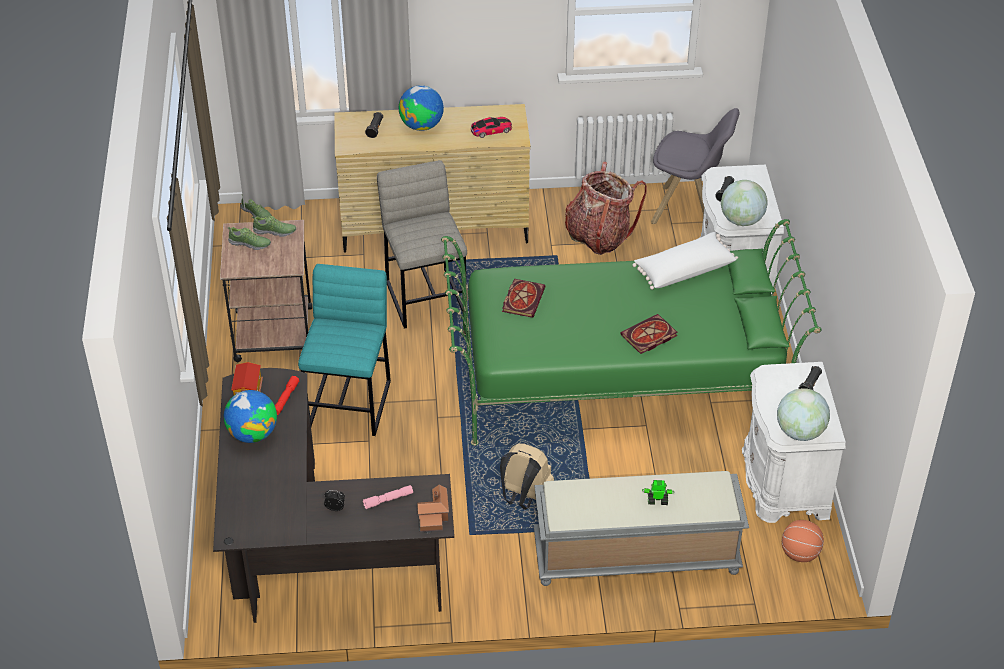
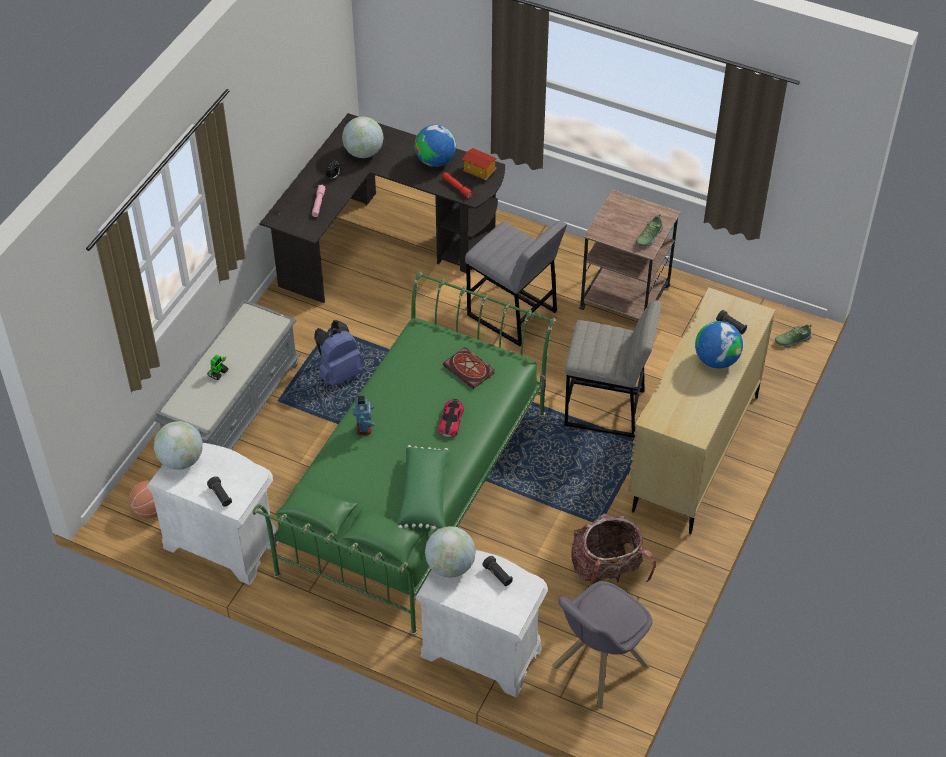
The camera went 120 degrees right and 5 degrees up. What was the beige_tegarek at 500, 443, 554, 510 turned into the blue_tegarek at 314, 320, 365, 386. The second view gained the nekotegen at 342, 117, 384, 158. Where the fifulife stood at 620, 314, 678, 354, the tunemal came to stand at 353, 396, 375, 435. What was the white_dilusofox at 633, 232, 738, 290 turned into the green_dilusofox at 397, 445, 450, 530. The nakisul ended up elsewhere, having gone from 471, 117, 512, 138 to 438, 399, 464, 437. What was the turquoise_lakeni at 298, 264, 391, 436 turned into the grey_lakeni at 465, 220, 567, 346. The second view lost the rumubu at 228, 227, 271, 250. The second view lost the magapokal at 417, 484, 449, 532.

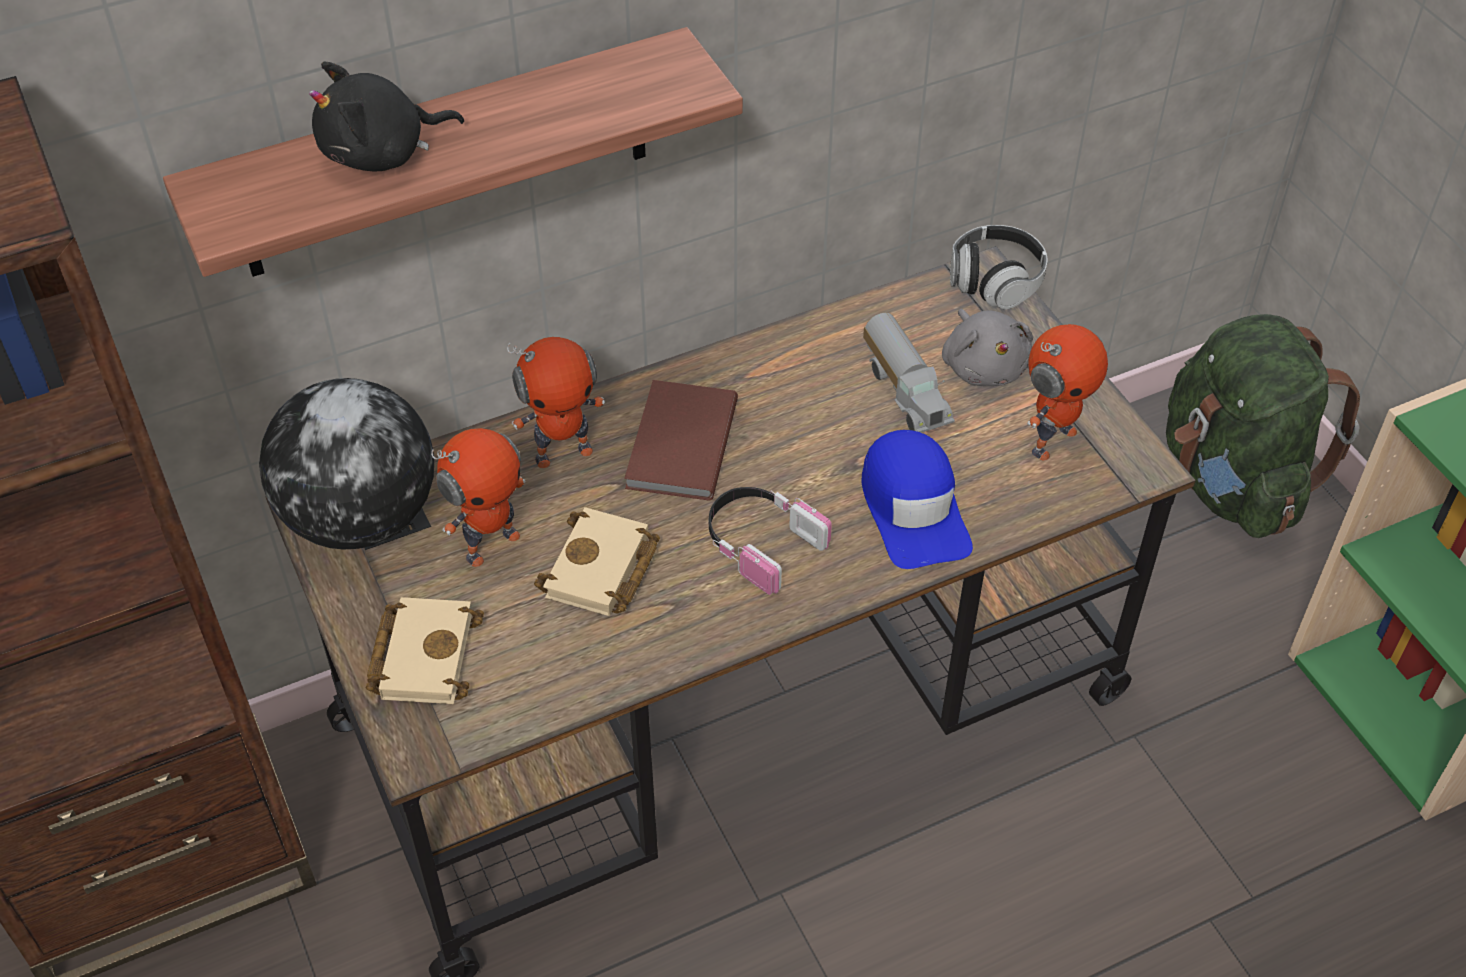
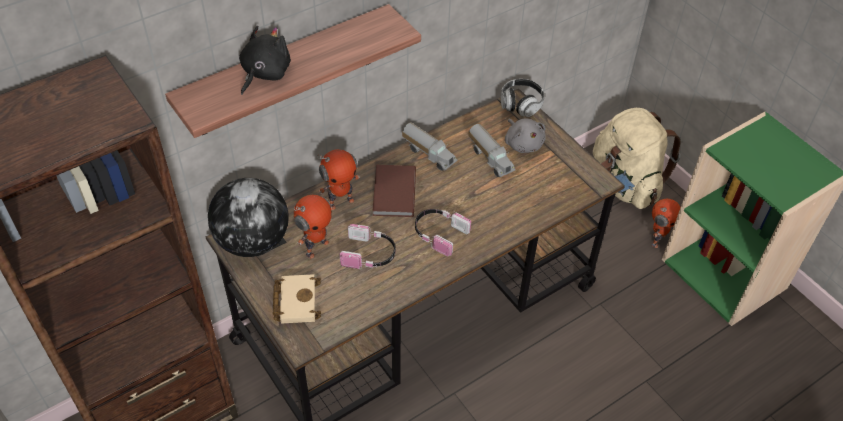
The camera went 10 degrees left and 0 degrees up. The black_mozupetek at 309, 62, 464, 172 ended up facing another way, 150 degrees clockwise from before. Where the beige_fifulife stood at 534, 507, 660, 616, the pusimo came to stand at 339, 224, 395, 269. The second view gained the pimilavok at 402, 122, 458, 171. What was the green_tegarek at 1166, 314, 1360, 538 turned into the beige_tegarek at 593, 108, 681, 209. The tunemal ended up elsewhere, having gone from 1027, 324, 1108, 461 to 651, 199, 681, 248. The second view lost the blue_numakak at 861, 430, 973, 569.

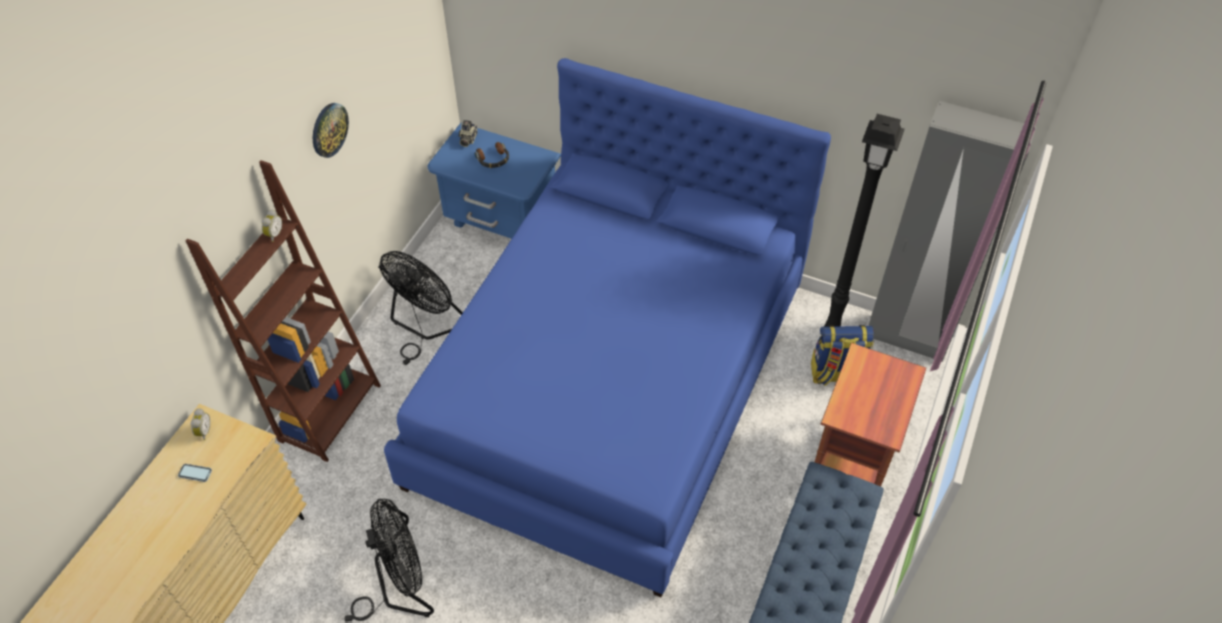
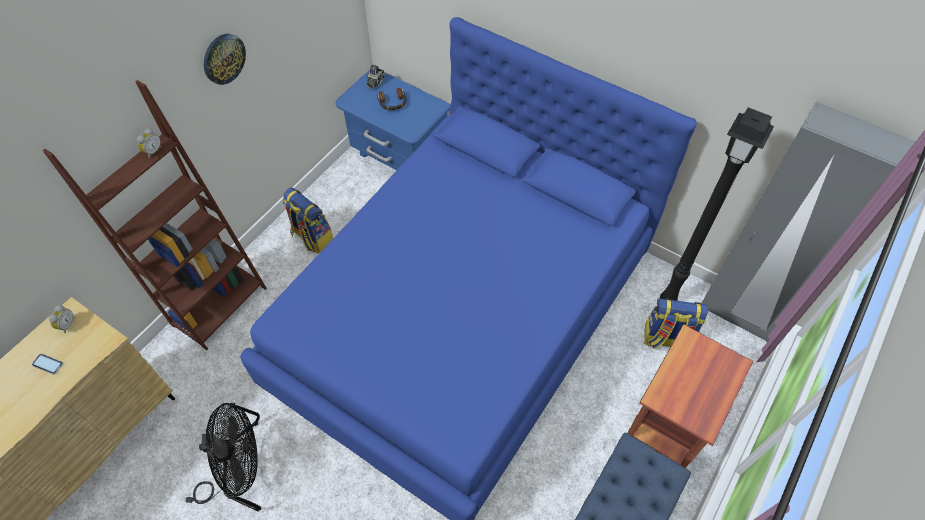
The camera went 10 degrees right and 5 degrees up. Where the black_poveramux stood at 378, 251, 463, 365, the tegarek came to stand at 283, 188, 333, 254.

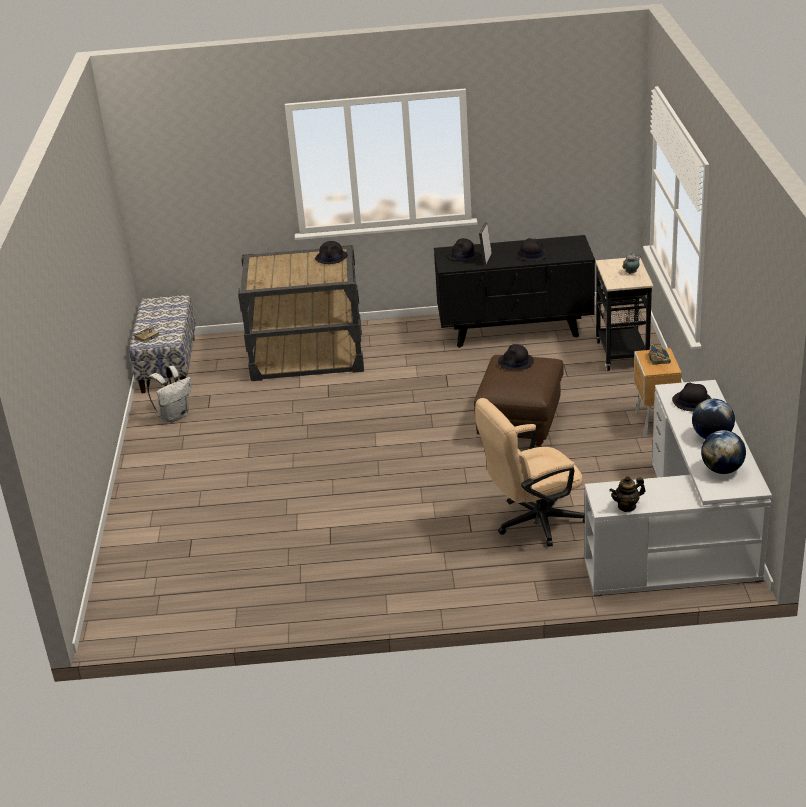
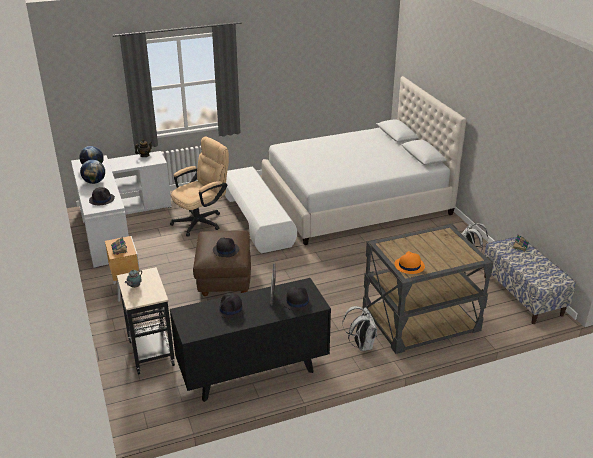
The camera went 160 degrees right and 0 degrees up. The second view gained the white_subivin at 225, 167, 297, 253. The second view gained the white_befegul at 262, 76, 466, 245. The second view gained the white_tegarek at 342, 306, 377, 351. What was the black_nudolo at 315, 241, 348, 264 turned into the orange_nudolo at 395, 251, 425, 274.

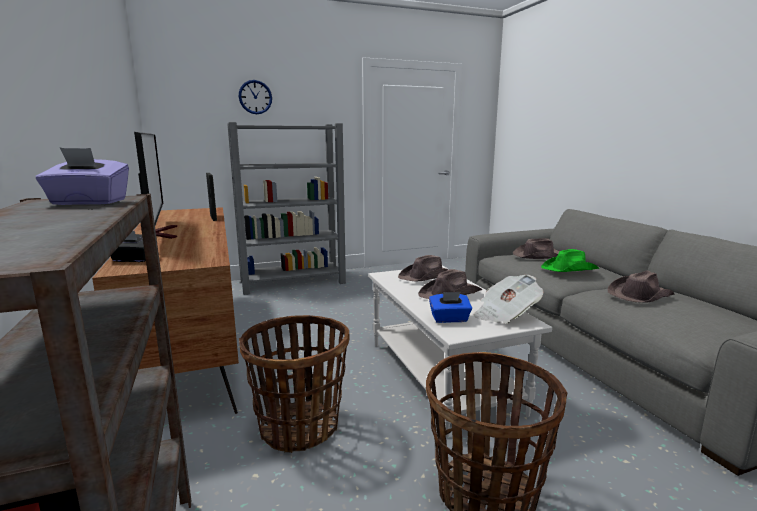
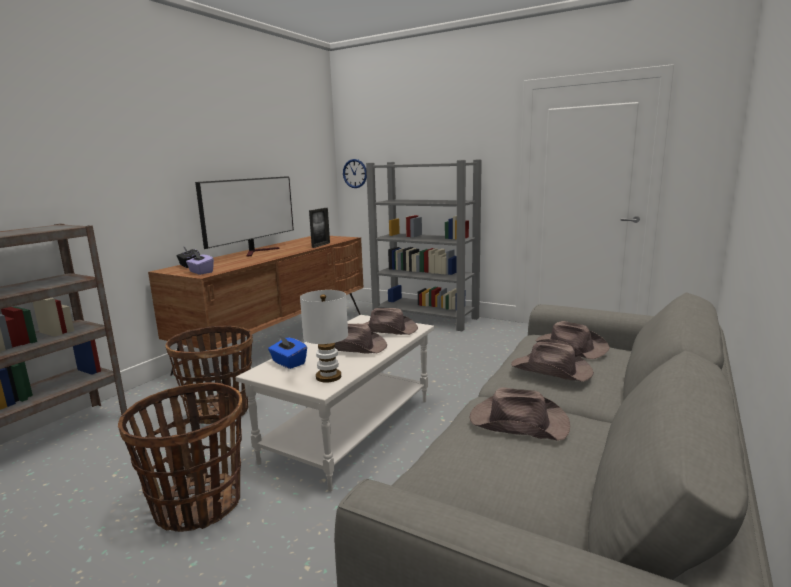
The camera went 50 degrees right and 0 degrees up. The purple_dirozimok ended up elsewhere, having gone from 36, 147, 129, 205 to 186, 251, 214, 275. Where the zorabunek stood at 474, 275, 543, 324, the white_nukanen came to stand at 300, 290, 348, 382. The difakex ended up elsewhere, having gone from 239, 80, 272, 114 to 343, 159, 367, 188. What was the green_nudolo at 541, 249, 599, 272 turned into the brown_nudolo at 511, 342, 594, 382.

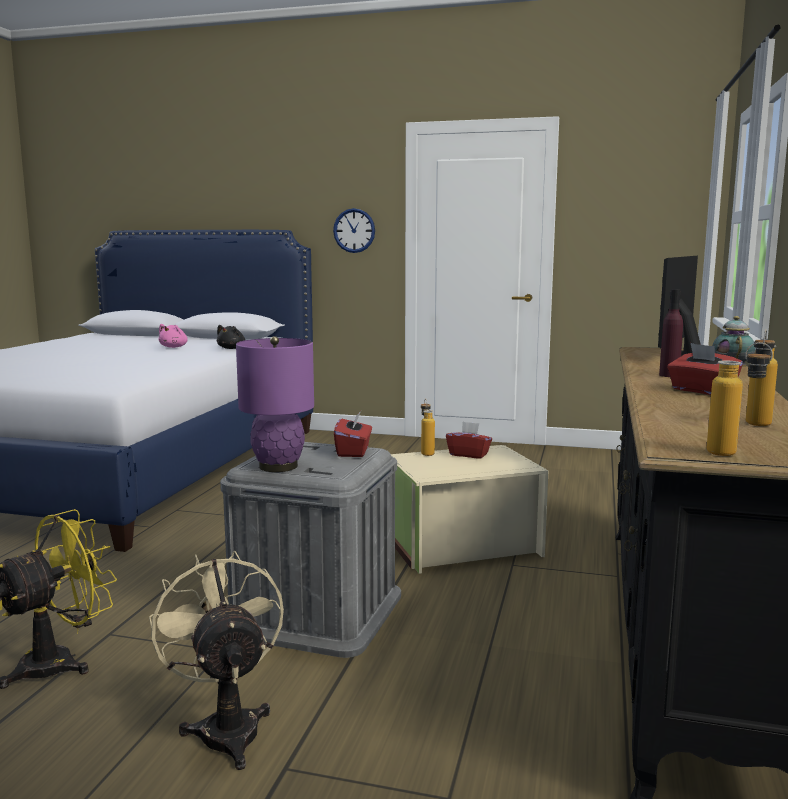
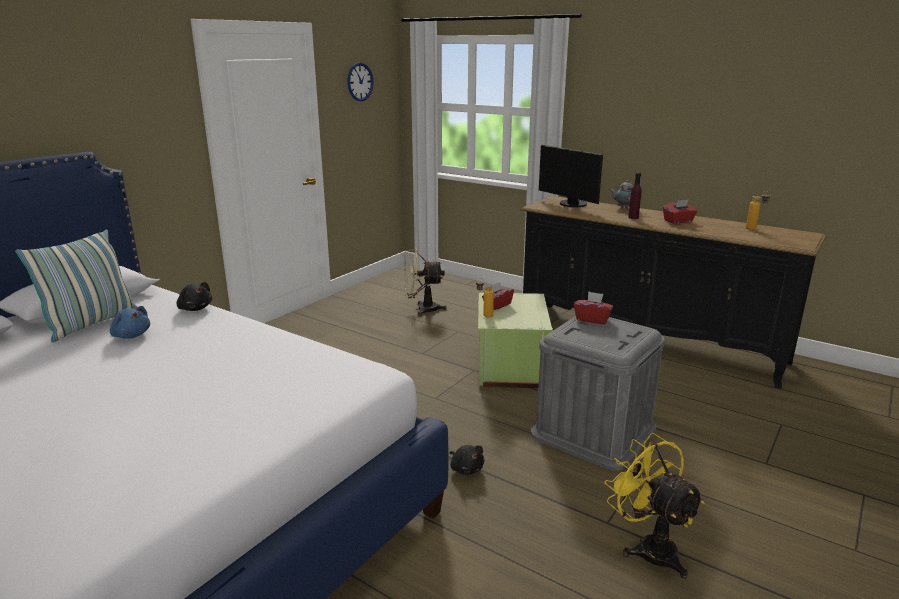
The camera went 70 degrees left and 10 degrees up. The second view gained the dilusofox at 15, 230, 138, 342. What was the pink_mozupetek at 159, 324, 188, 348 turned into the blue_mozupetek at 110, 306, 150, 339. The difakex ended up elsewhere, having gone from 333, 208, 375, 253 to 347, 62, 374, 101. The beige_poveramux ended up elsewhere, having gone from 149, 551, 284, 770 to 405, 249, 447, 316. The second view gained the black_mozupetek at 449, 445, 484, 475. What was the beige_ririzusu at 391, 445, 548, 574 turned into the green_ririzusu at 478, 293, 553, 388. The second view lost the purple_nukanen at 236, 336, 314, 472. The second view lost the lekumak at 707, 342, 773, 456.

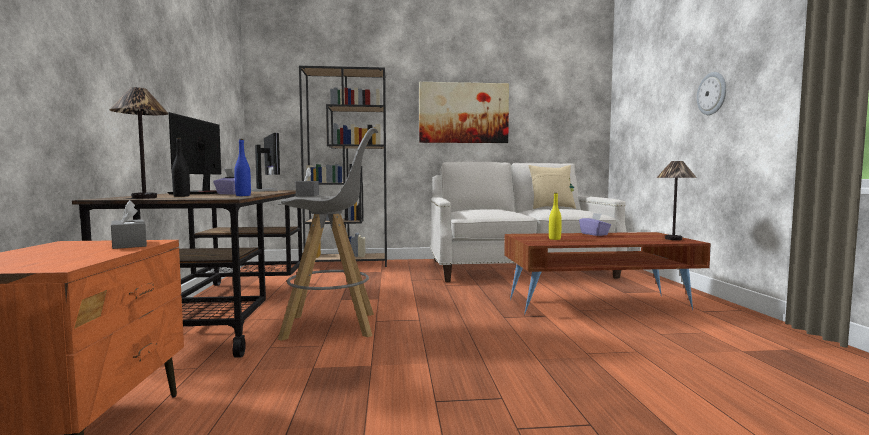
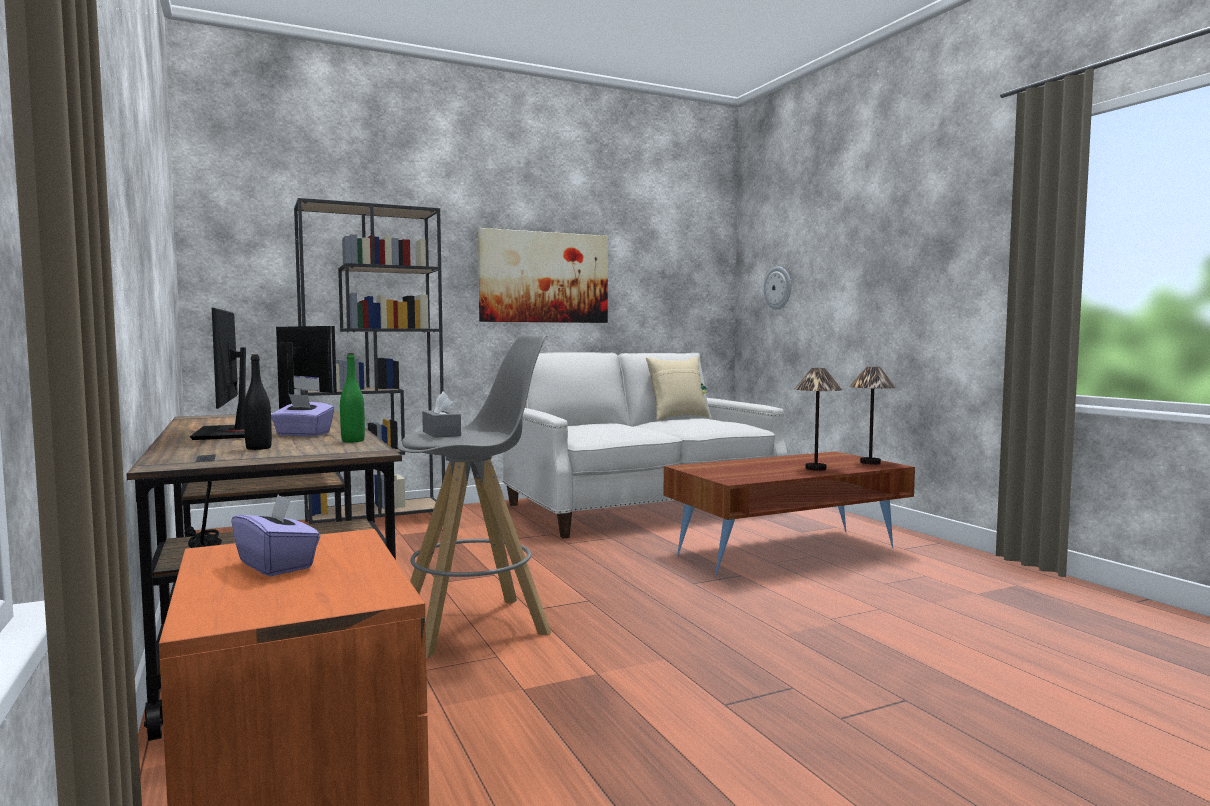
The camera went 20 degrees left and 0 degrees up. The purple_dirozimok ended up elsewhere, having gone from 579, 213, 611, 236 to 231, 494, 320, 577. What was the blue_lekumak at 234, 139, 251, 196 turned into the green_lekumak at 340, 353, 365, 443. The difakex ended up elsewhere, having gone from 697, 72, 726, 115 to 764, 266, 791, 310. The nukanen ended up elsewhere, having gone from 109, 87, 169, 199 to 795, 368, 842, 471. The second view lost the grey_dirozimok at 111, 200, 147, 249. The second view lost the yellow_lekumak at 549, 193, 562, 240.

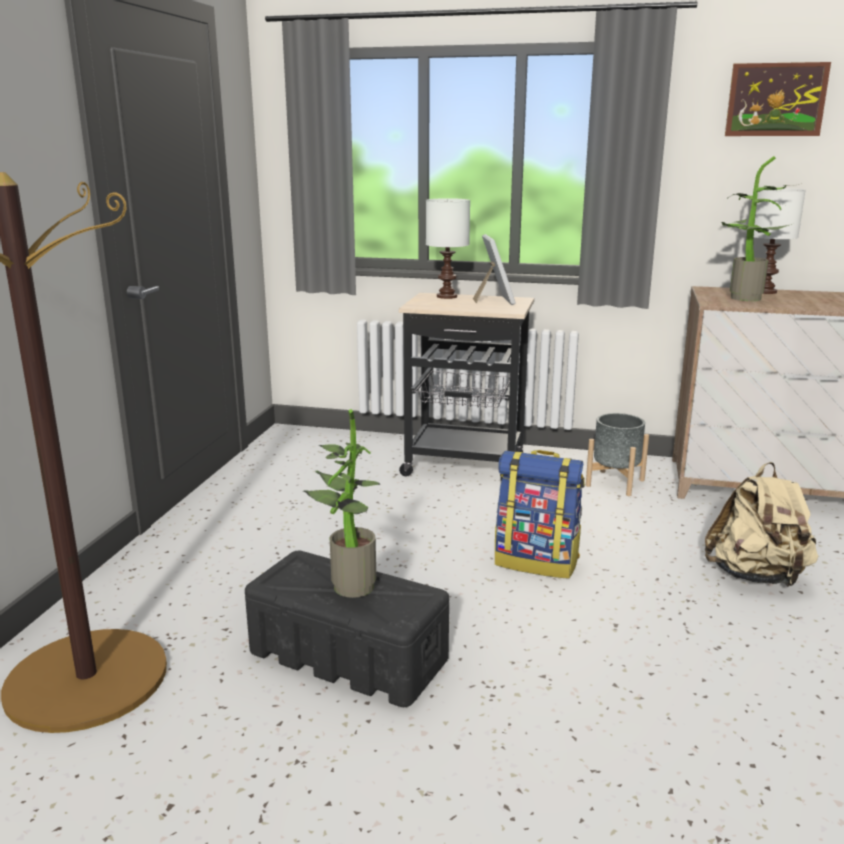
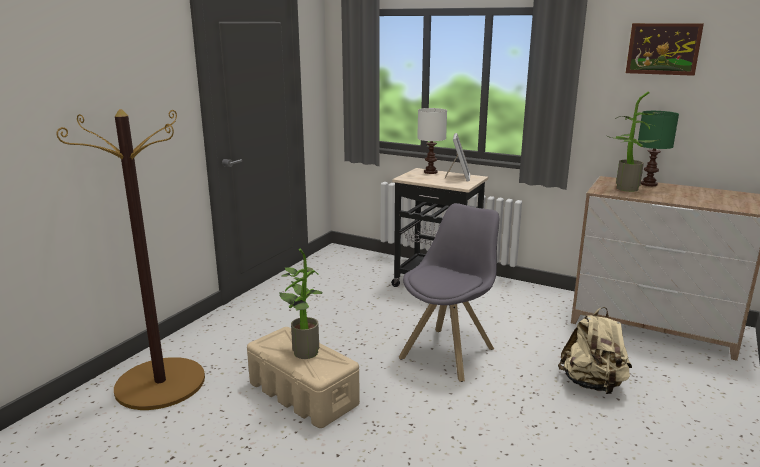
The camera went 15 degrees right and 0 degrees up. What was the black_ririzusu at 245, 551, 449, 707 turned into the beige_ririzusu at 247, 327, 360, 428. Where the tegarek stood at 495, 450, 585, 579, the grey_lakeni came to stand at 399, 203, 499, 382. What was the white_nukanen at 754, 188, 806, 294 turned into the green_nukanen at 637, 111, 679, 186. The second view lost the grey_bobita at 586, 413, 649, 496.

